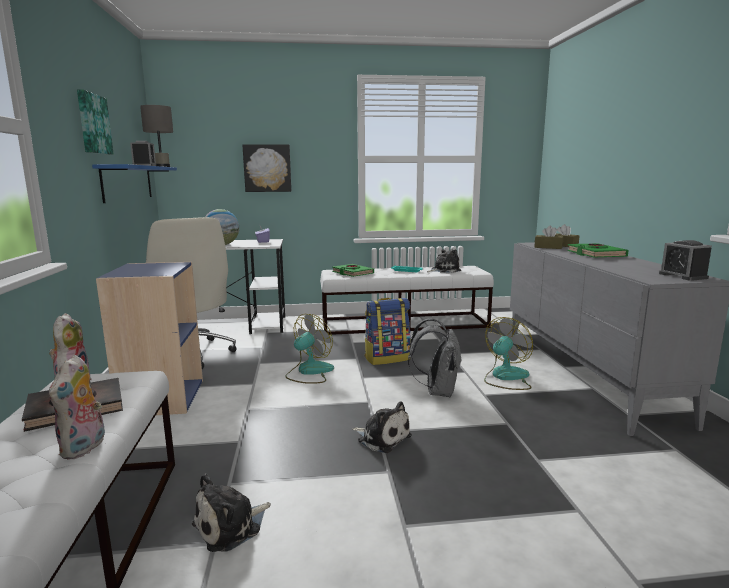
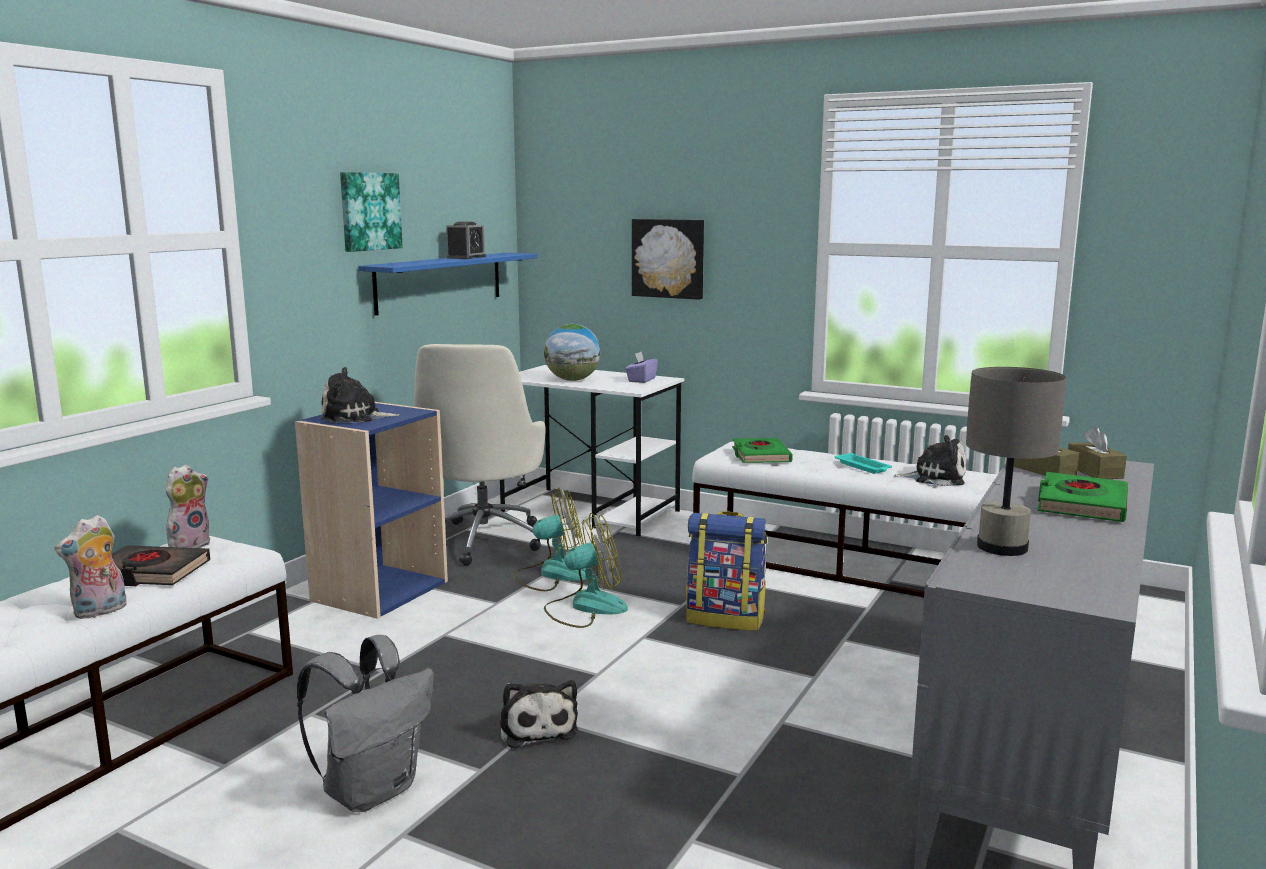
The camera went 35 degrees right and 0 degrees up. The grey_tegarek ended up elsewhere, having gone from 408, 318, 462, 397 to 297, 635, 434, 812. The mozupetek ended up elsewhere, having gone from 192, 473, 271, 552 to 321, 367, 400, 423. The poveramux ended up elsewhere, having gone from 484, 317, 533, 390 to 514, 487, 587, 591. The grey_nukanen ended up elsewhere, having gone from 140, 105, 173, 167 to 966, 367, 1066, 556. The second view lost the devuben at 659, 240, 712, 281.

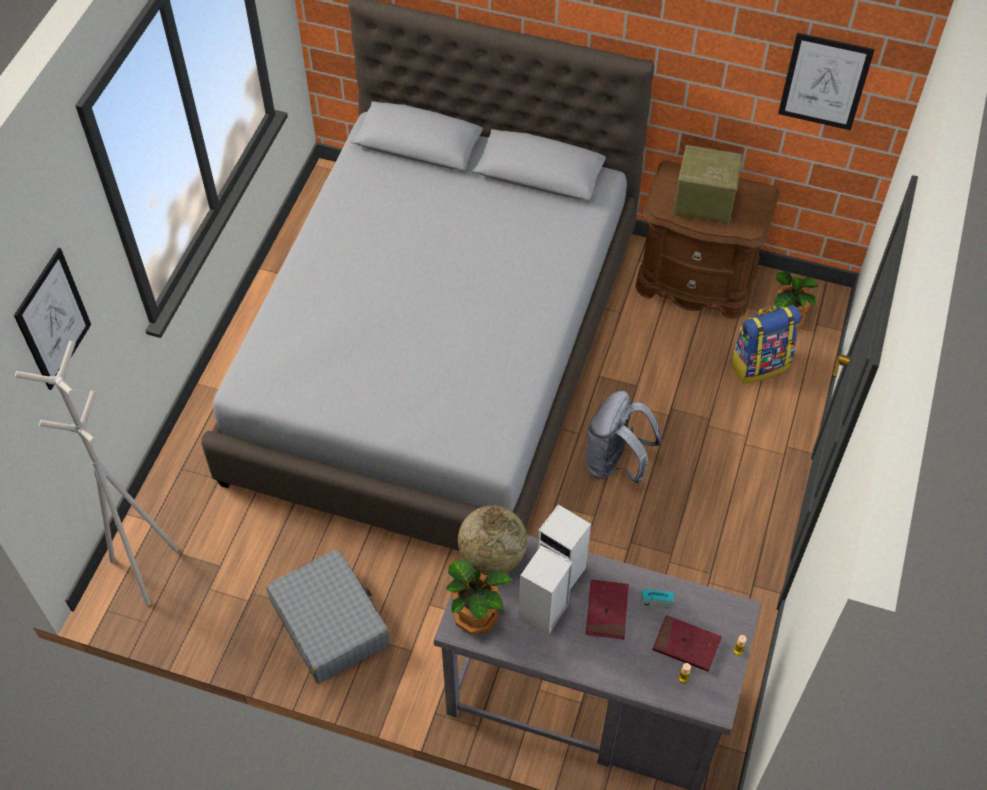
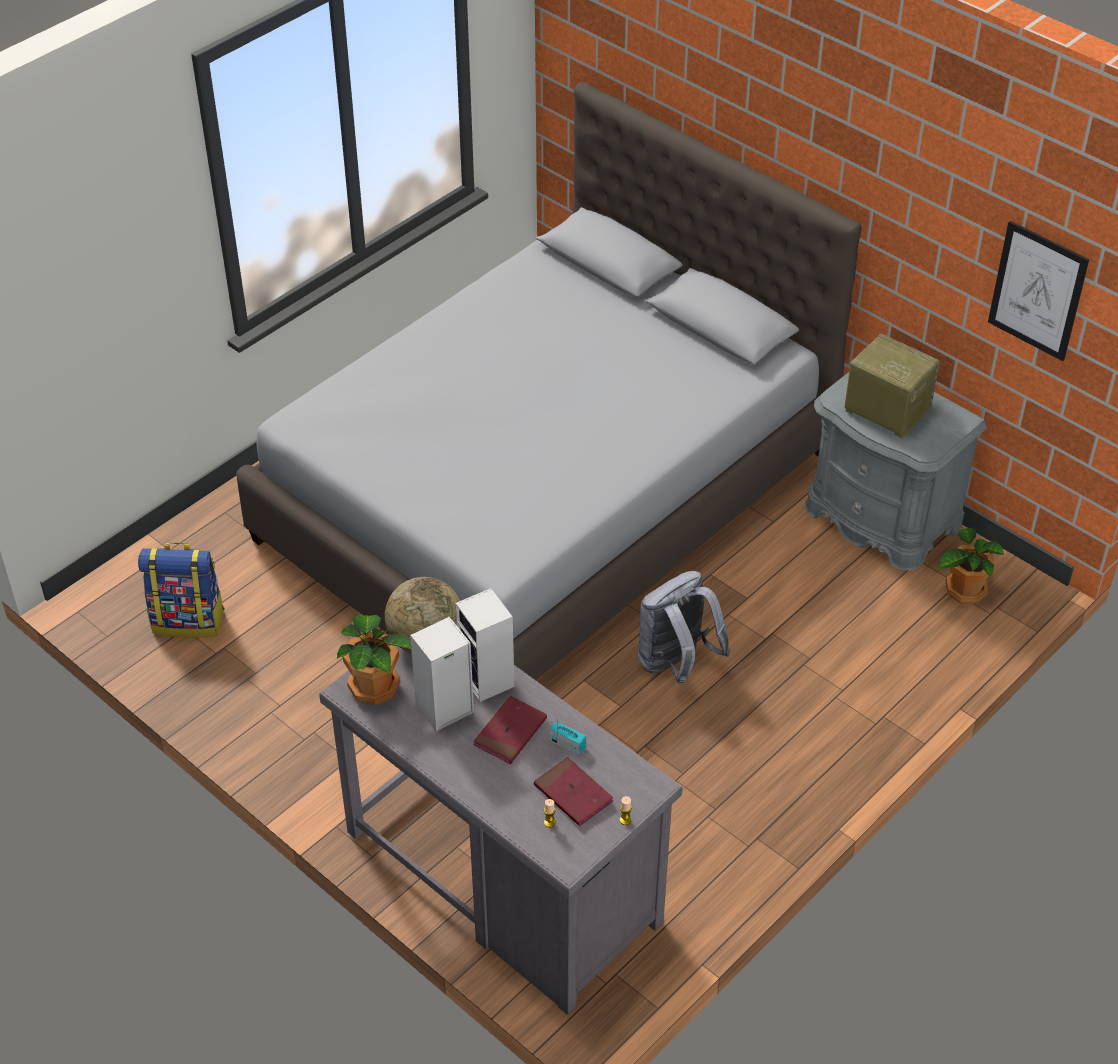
The camera went 25 degrees right and 10 degrees down. The tegarek ended up elsewhere, having gone from 730, 305, 801, 384 to 138, 543, 225, 638. What was the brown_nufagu at 635, 160, 780, 319 turned into the grey_nufagu at 805, 372, 987, 571. The second view lost the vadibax at 14, 248, 91, 390. The second view lost the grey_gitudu at 15, 341, 179, 606. The second view lost the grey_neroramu at 266, 549, 390, 684.

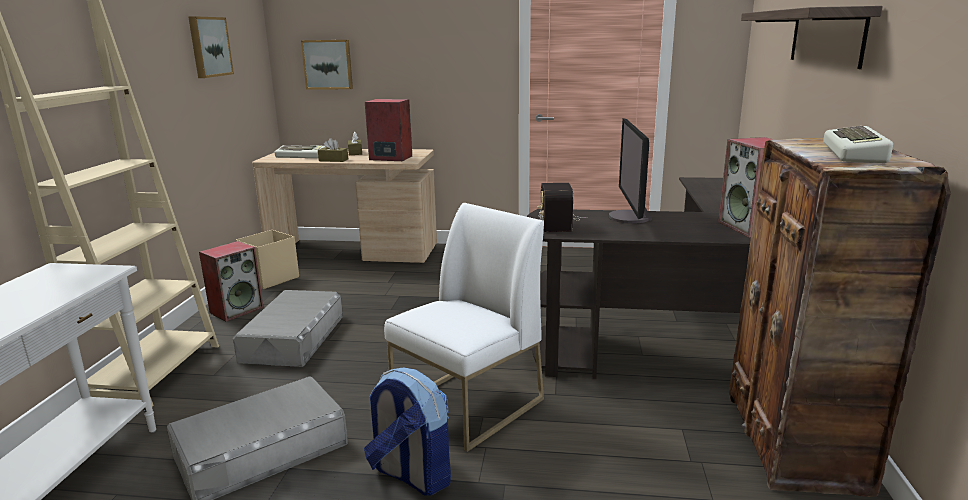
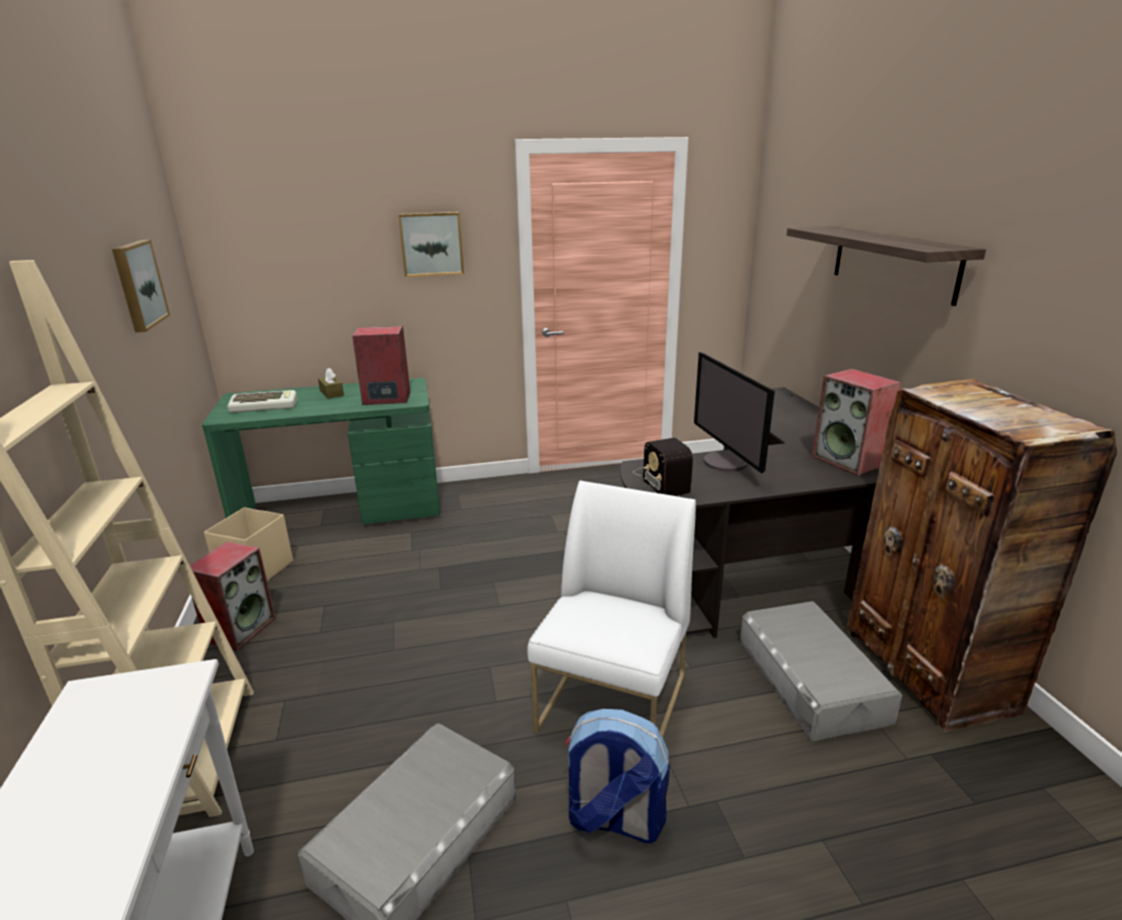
The camera went 20 degrees left and 5 degrees up. What was the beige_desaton at 252, 149, 437, 263 turned into the green_desaton at 202, 378, 440, 524. The vadibax ended up elsewhere, having gone from 301, 40, 353, 90 to 398, 212, 464, 277. The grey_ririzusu ended up elsewhere, having gone from 233, 290, 343, 367 to 740, 601, 902, 741. The second view lost the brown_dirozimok at 318, 138, 348, 162. The second view lost the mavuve at 823, 126, 893, 163.

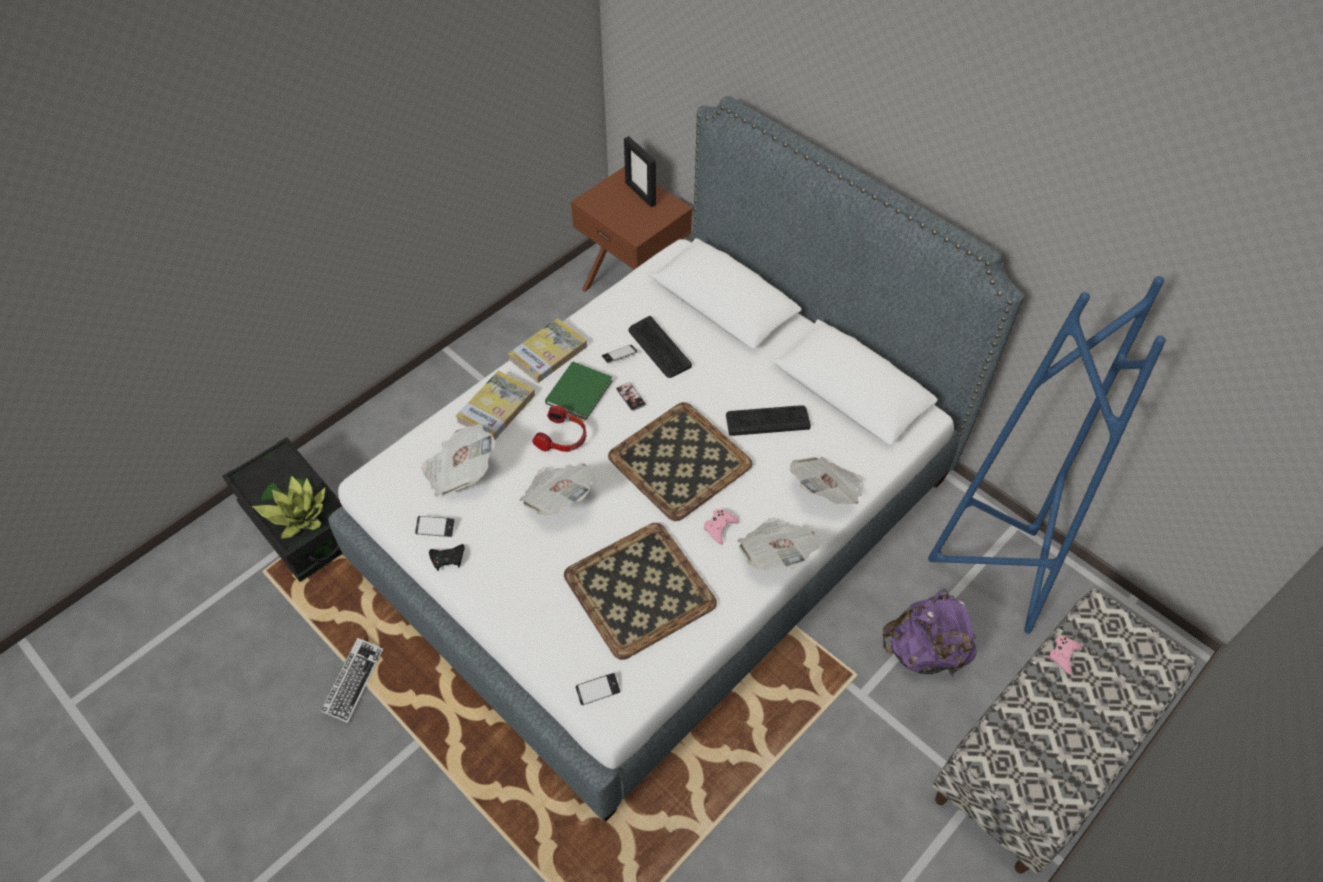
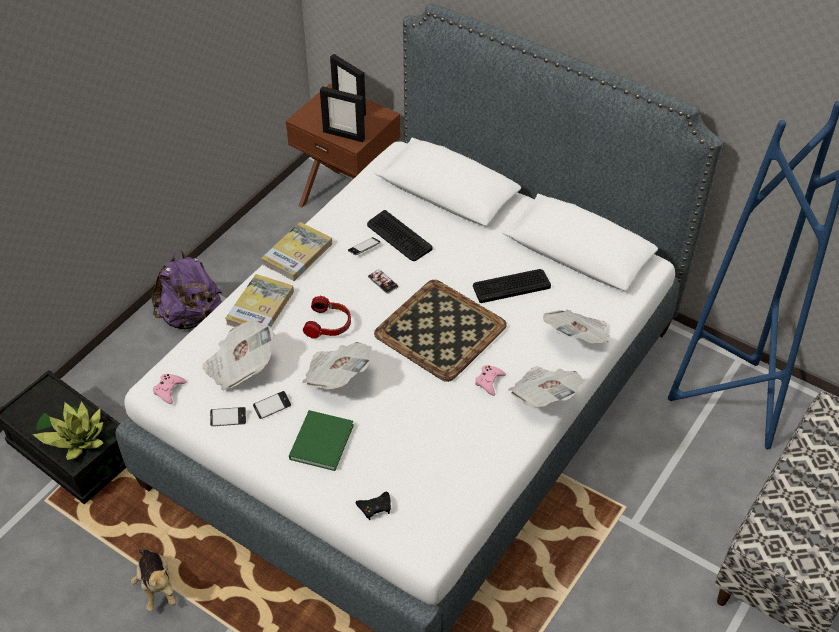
The camera went 10 degrees left and 5 degrees down. Where the mavuve stood at 320, 638, 384, 724, the mozupetek came to stand at 131, 549, 176, 612. The purple_tegarek ended up elsewhere, having gone from 882, 588, 977, 678 to 152, 249, 222, 329. The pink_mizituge ended up elsewhere, having gone from 1048, 636, 1082, 675 to 153, 374, 186, 404. The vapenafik ended up elsewhere, having gone from 575, 673, 620, 705 to 253, 391, 291, 419. The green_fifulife ended up elsewhere, having gone from 545, 361, 613, 420 to 289, 410, 354, 471. The second view gained the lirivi at 320, 86, 365, 142. The black_mizituge ended up elsewhere, having gone from 429, 544, 465, 571 to 355, 492, 391, 520. The second view lost the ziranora at 564, 523, 717, 660.

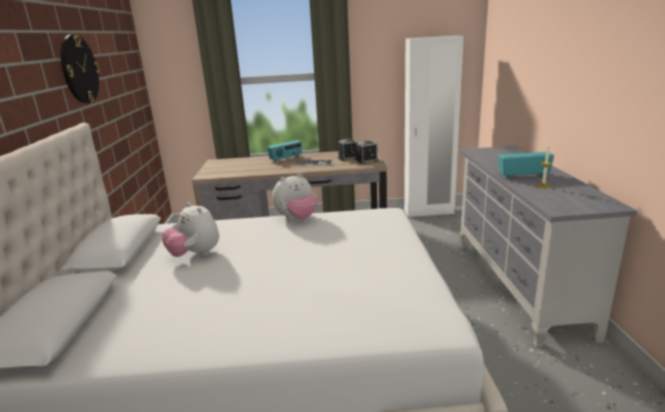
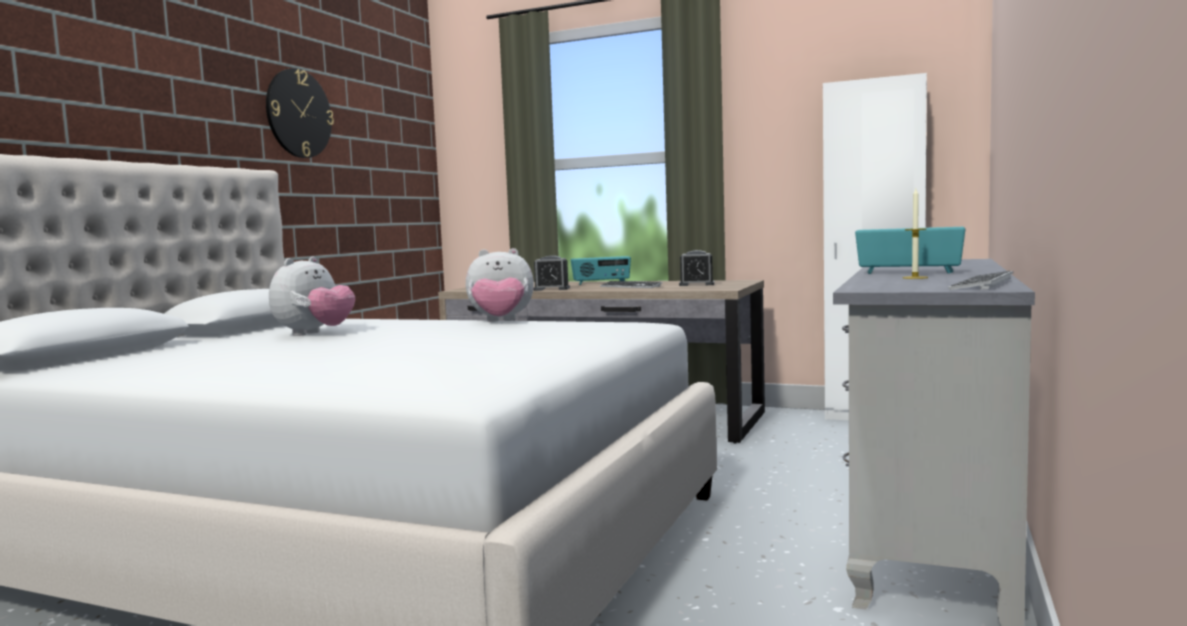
The camera went 25 degrees right and 15 degrees down. The mozupetek at 162, 202, 219, 257 ended up facing another way, 135 degrees counterclockwise from before. The devuben ended up elsewhere, having gone from 356, 141, 379, 164 to 534, 255, 570, 291. The second view gained the mavuve at 948, 271, 1013, 290.

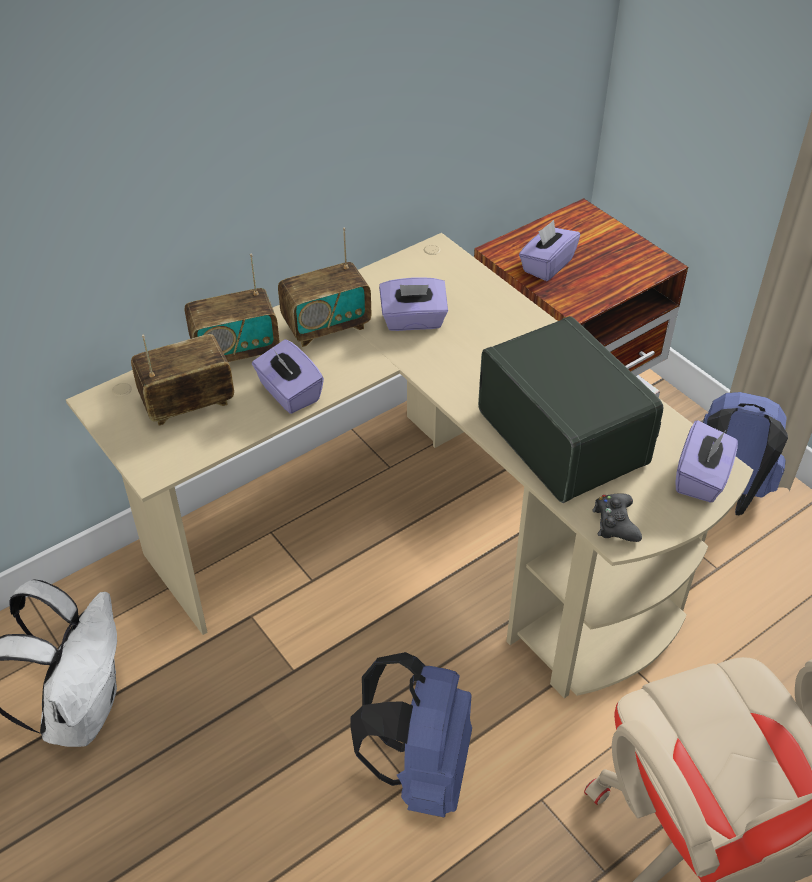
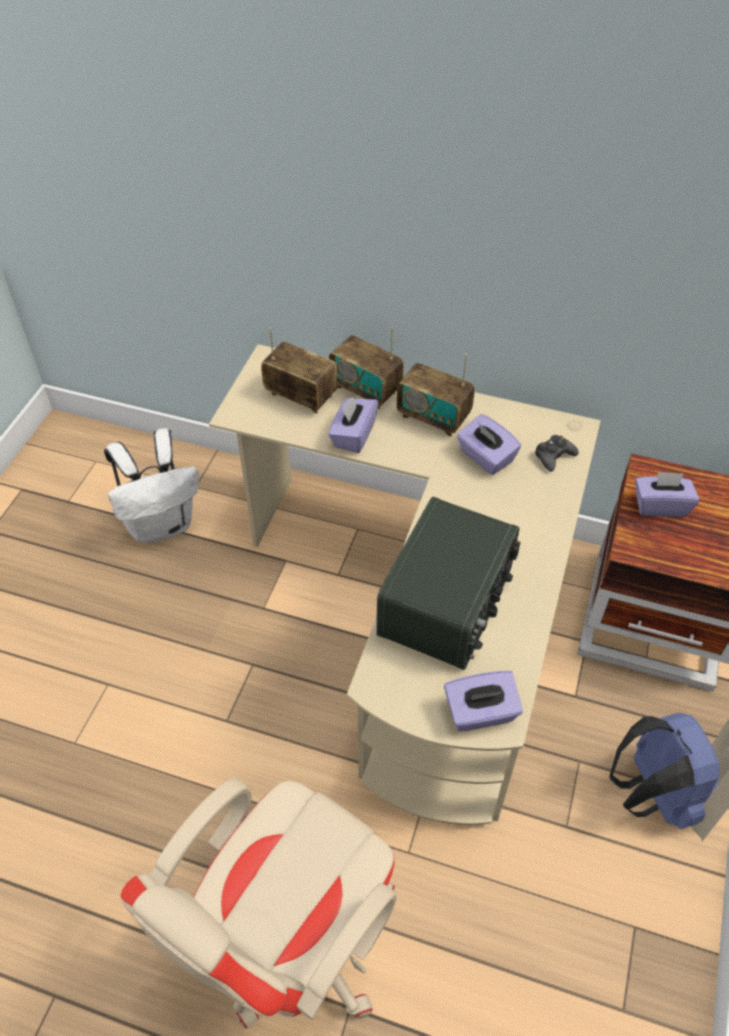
The camera went 55 degrees right and 5 degrees up. The black_mizituge ended up elsewhere, having gone from 593, 493, 642, 542 to 535, 435, 579, 472. The second view lost the blue_tegarek at 350, 652, 472, 818.

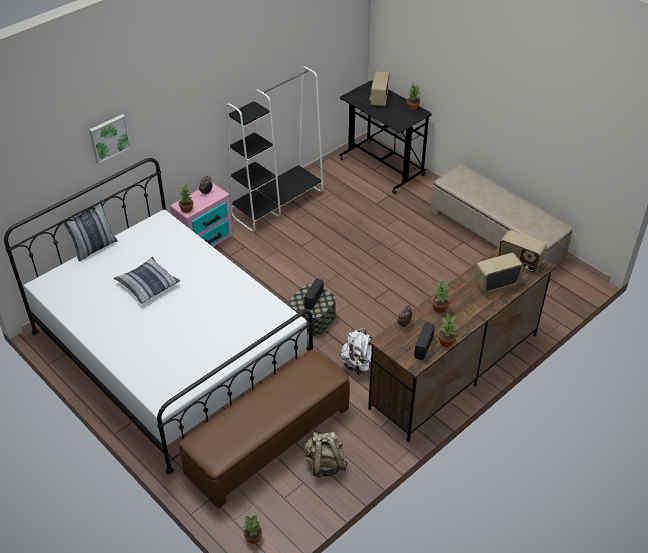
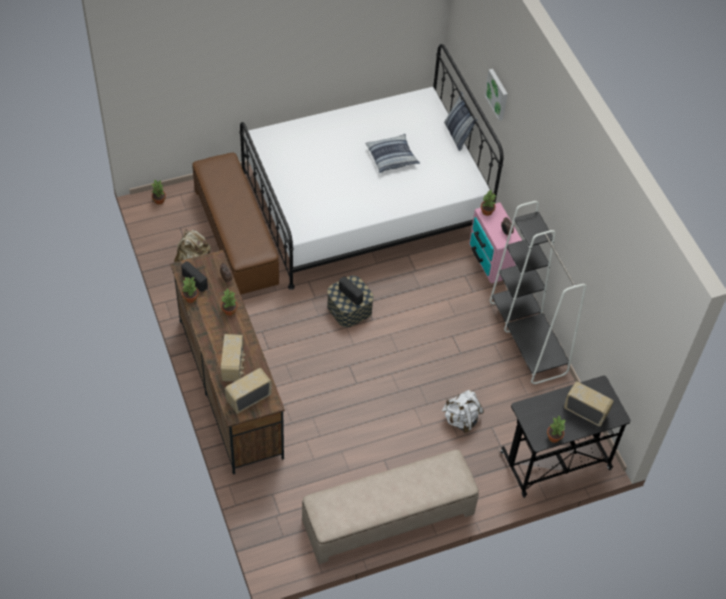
The camera went 110 degrees right and 10 degrees up. The white_tegarek ended up elsewhere, having gone from 340, 328, 372, 375 to 442, 390, 484, 433.

